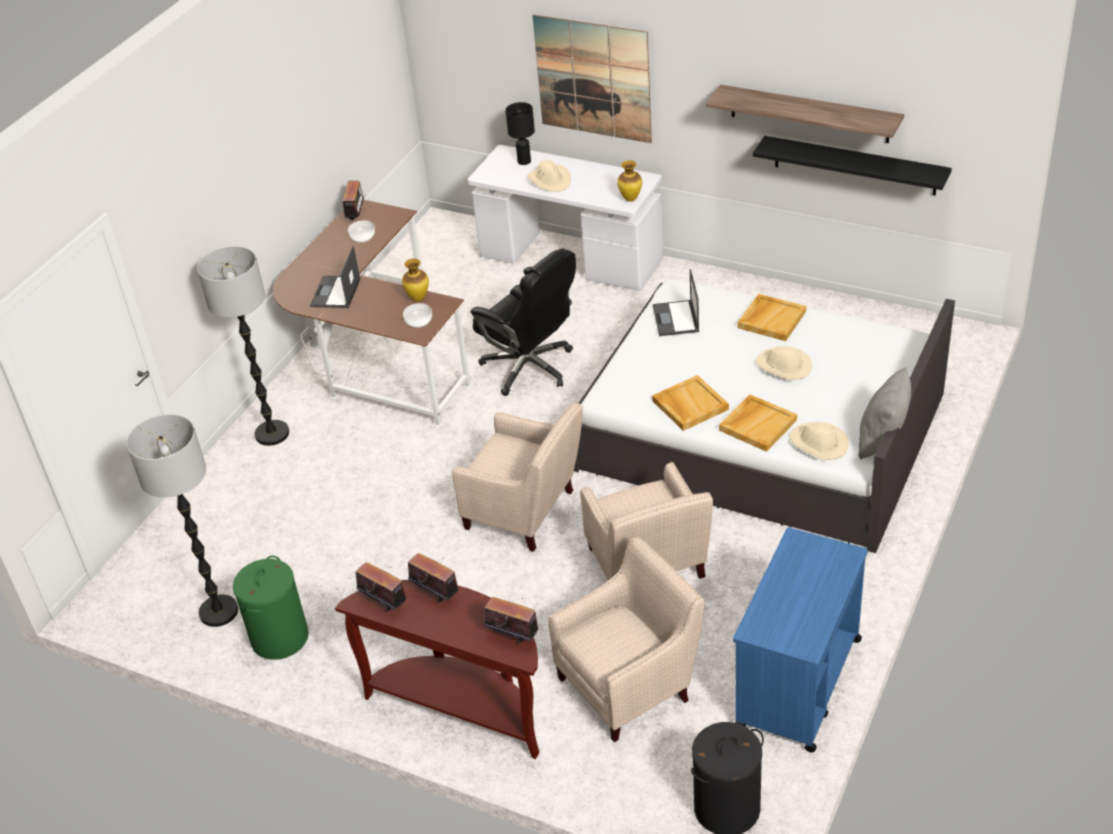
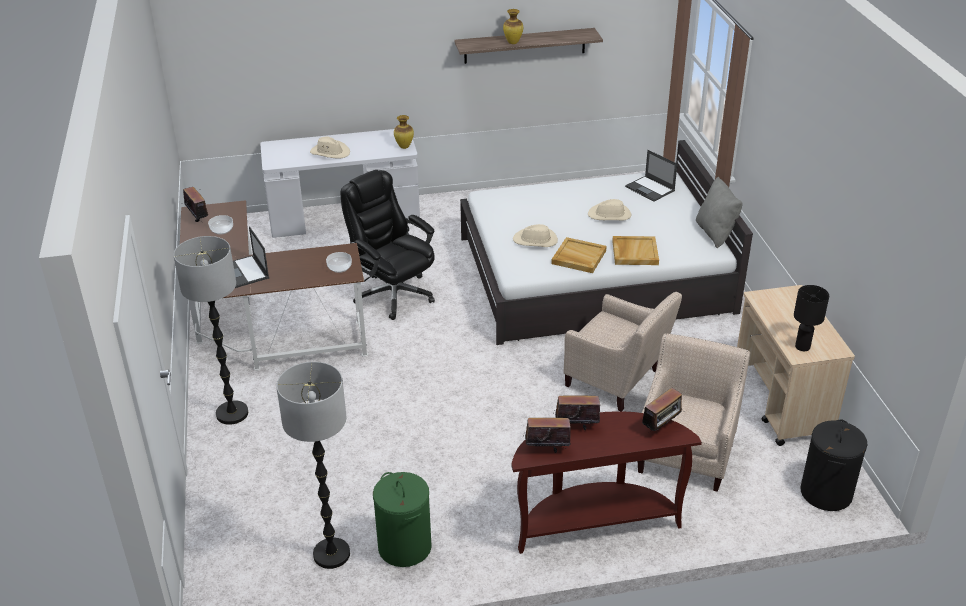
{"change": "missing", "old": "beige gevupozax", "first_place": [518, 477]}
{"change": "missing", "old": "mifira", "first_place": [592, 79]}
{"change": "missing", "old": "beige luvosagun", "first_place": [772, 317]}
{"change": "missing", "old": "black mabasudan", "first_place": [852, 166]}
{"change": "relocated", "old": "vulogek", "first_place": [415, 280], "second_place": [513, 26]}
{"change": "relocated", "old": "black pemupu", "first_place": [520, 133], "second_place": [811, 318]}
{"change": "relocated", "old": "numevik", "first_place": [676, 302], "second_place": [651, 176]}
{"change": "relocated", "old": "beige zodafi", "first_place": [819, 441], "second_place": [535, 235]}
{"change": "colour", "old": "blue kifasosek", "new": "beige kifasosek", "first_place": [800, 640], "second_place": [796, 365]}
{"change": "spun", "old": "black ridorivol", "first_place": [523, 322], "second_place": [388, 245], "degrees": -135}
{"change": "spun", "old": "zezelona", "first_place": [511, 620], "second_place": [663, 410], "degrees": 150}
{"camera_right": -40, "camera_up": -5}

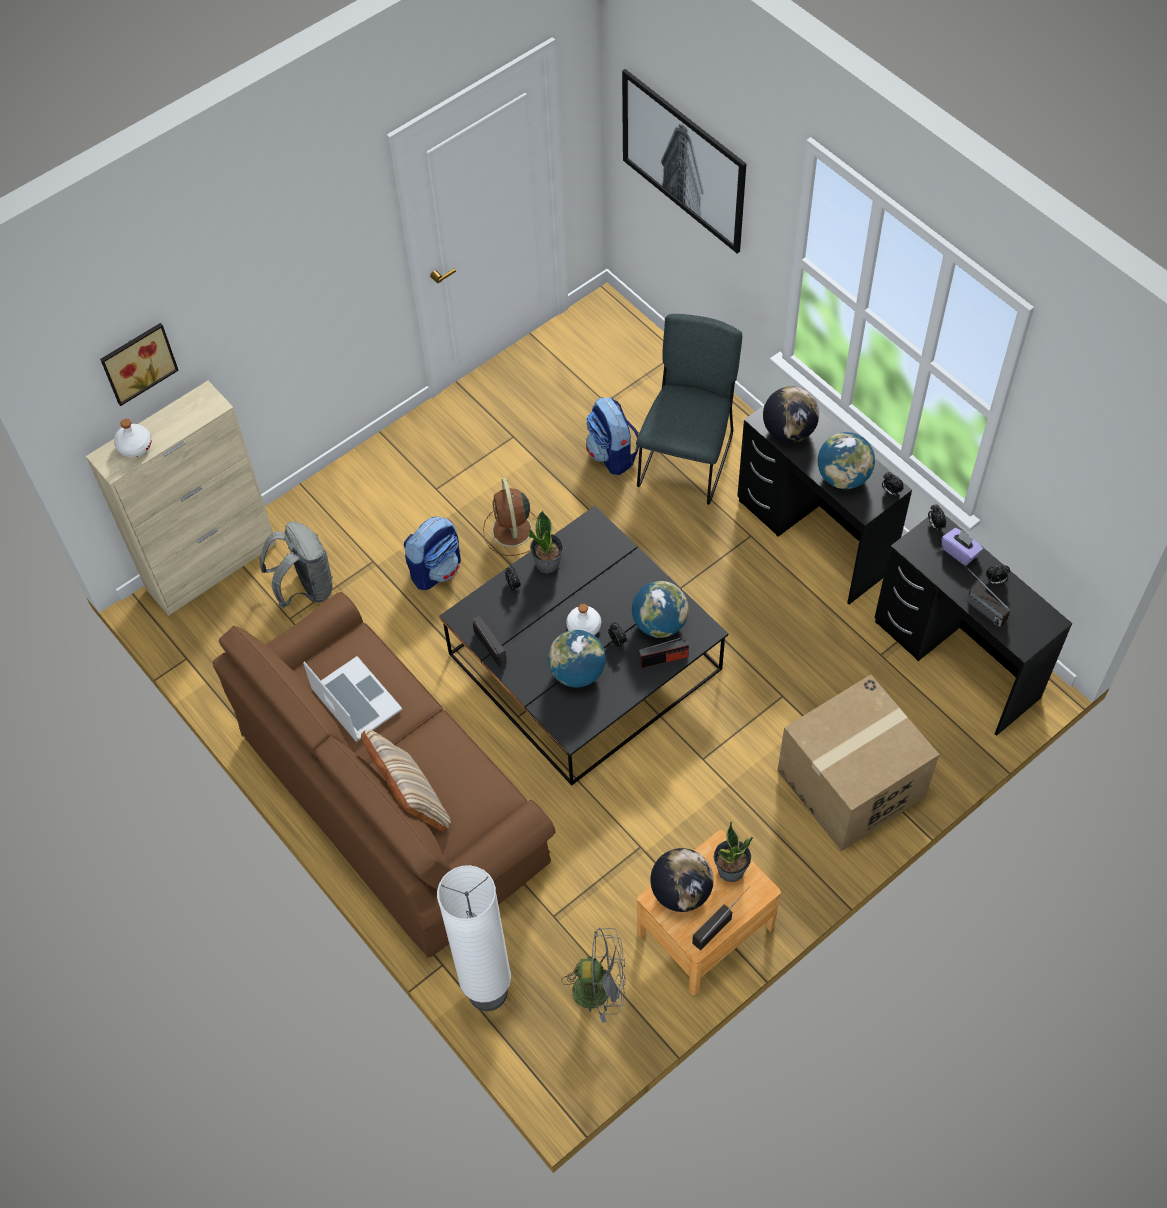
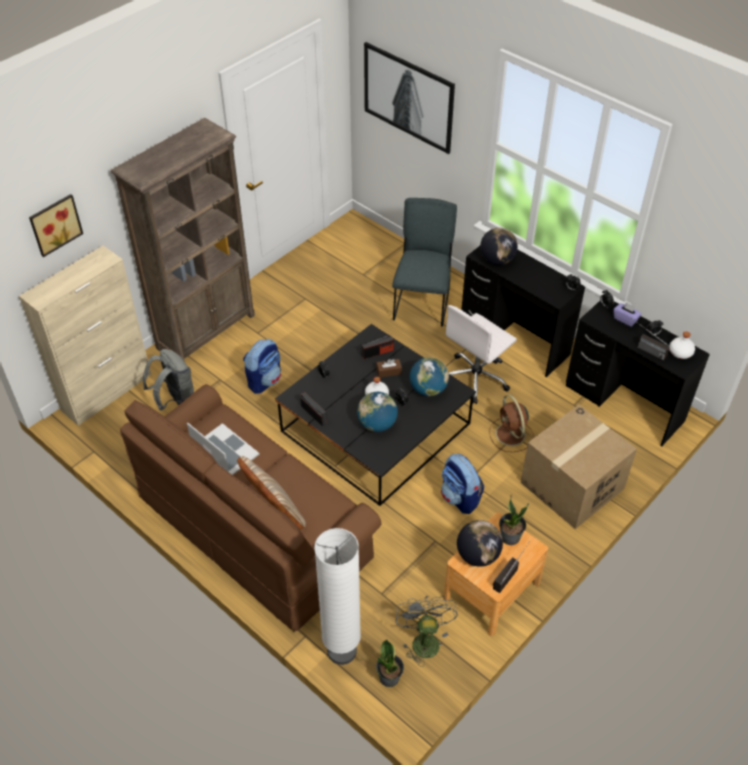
{"change": "missing", "old": "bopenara", "first_place": [846, 460]}
{"change": "appeared", "new": "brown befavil", "second_place": [183, 240]}
{"change": "appeared", "new": "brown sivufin", "second_place": [389, 368]}
{"change": "appeared", "new": "white ridorivol", "second_place": [481, 354]}
{"change": "relocated", "old": "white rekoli", "first_place": [133, 438], "second_place": [682, 345]}
{"change": "relocated", "old": "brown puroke", "first_place": [510, 517], "second_place": [511, 423]}
{"change": "relocated", "old": "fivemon", "first_place": [546, 542], "second_place": [390, 663]}
{"change": "relocated", "old": "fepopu", "first_place": [612, 436], "second_place": [462, 484]}
{"change": "relocated", "old": "zezelona", "first_place": [663, 652], "second_place": [377, 347]}
{"change": "spun", "old": "grey puroke", "first_place": [593, 975], "second_place": [427, 631], "degrees": -90}
{"camera_right": -10, "camera_up": -10}

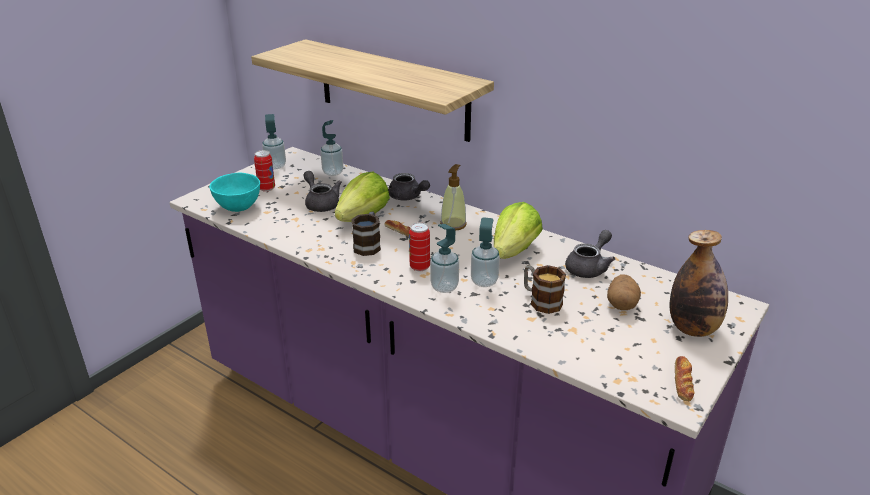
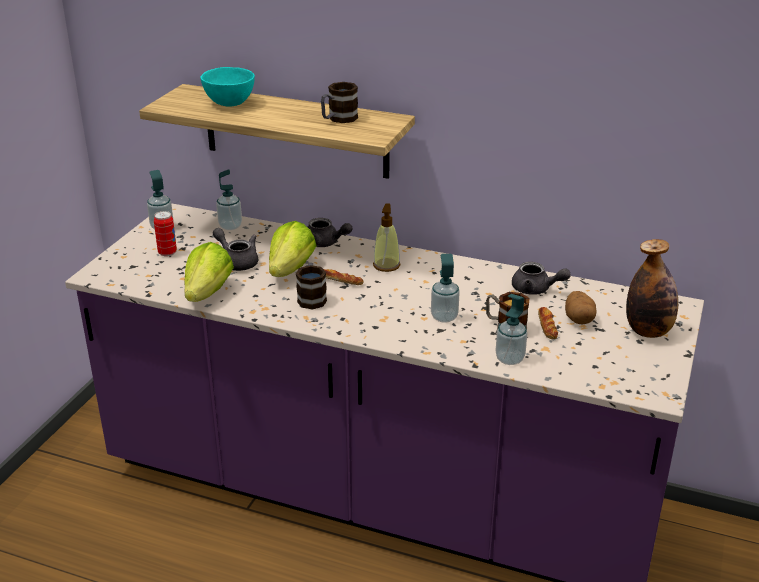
{"change": "missing", "old": "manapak", "first_place": [419, 246]}
{"change": "appeared", "new": "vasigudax", "second_place": [339, 102]}
{"change": "relocated", "old": "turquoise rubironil", "first_place": [234, 192], "second_place": [227, 87]}
{"change": "relocated", "old": "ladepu", "first_place": [444, 258], "second_place": [511, 329]}
{"change": "relocated", "old": "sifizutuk", "first_place": [518, 230], "second_place": [209, 272]}
{"change": "relocated", "old": "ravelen", "first_place": [685, 378], "second_place": [548, 323]}
{"change": "spun", "old": "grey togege", "first_place": [590, 254], "second_place": [541, 278], "degrees": 90}
{"camera_right": -15, "camera_up": 0}

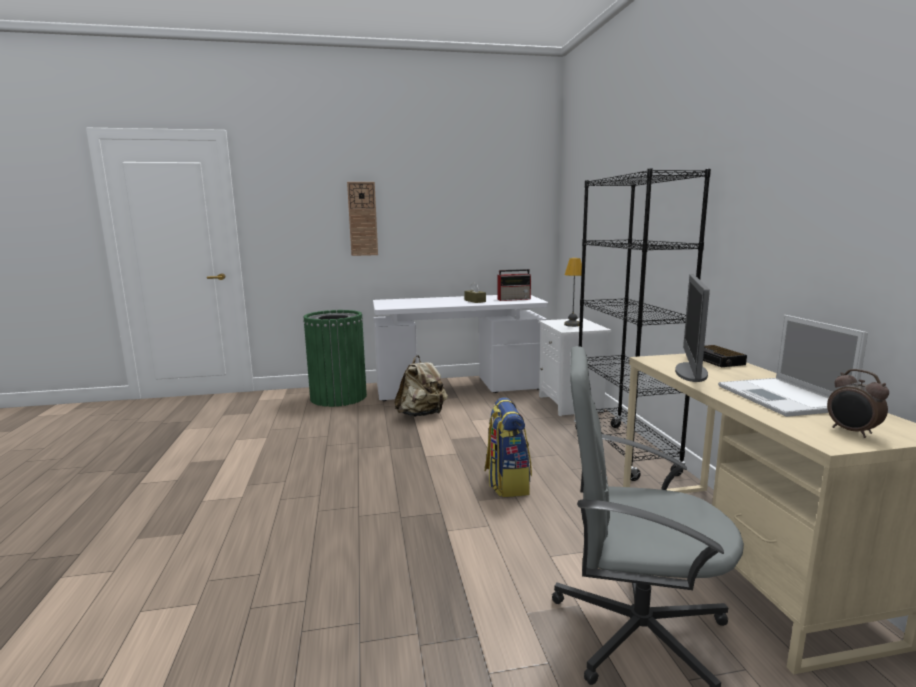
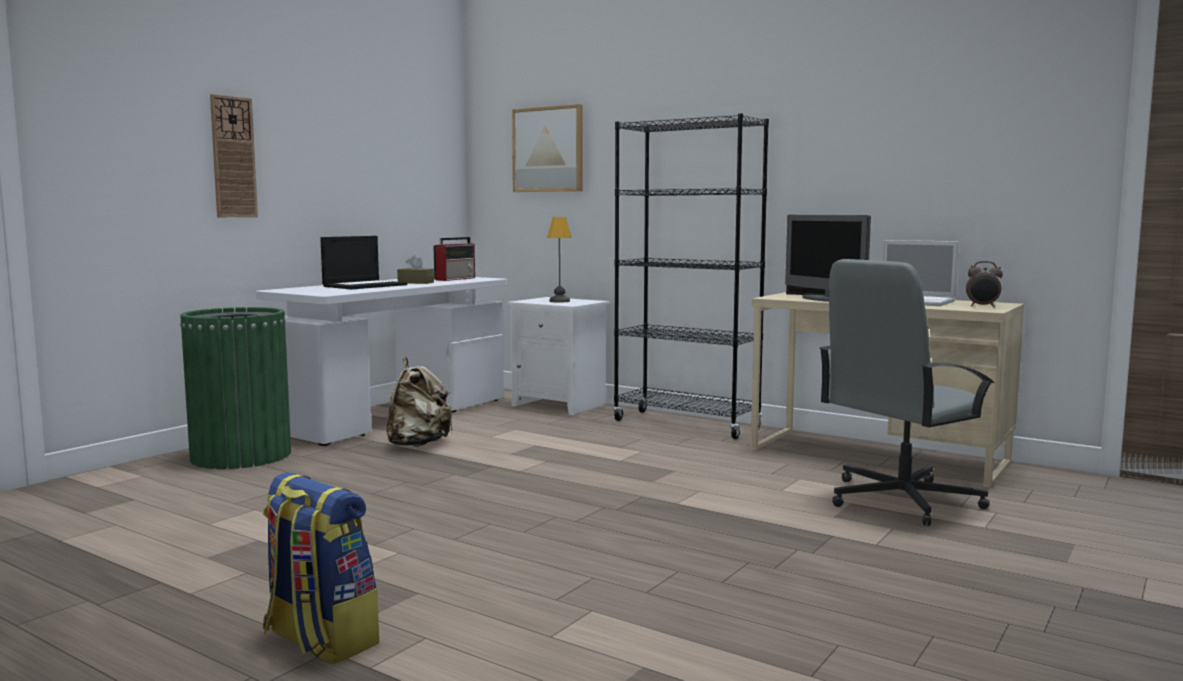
{"change": "appeared", "new": "numevik", "second_place": [363, 262]}
{"change": "appeared", "new": "mifira", "second_place": [547, 148]}
{"change": "relocated", "old": "fepopu", "first_place": [508, 447], "second_place": [321, 568]}
{"camera_right": -45, "camera_up": -5}

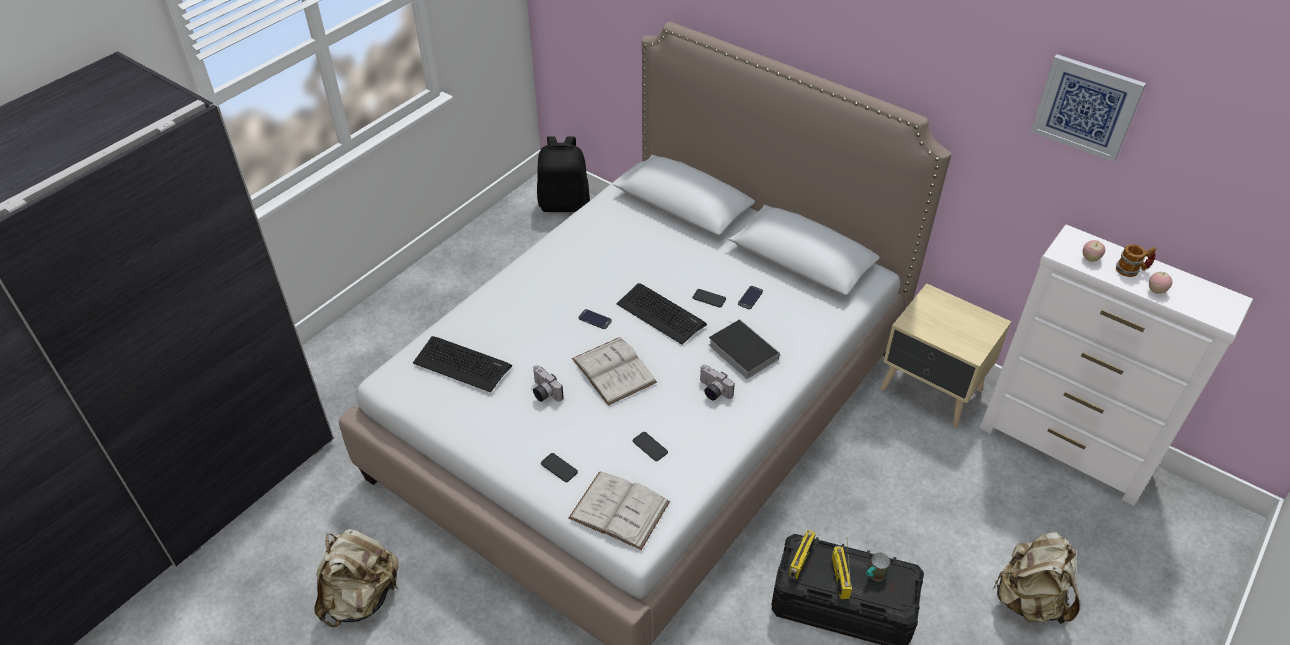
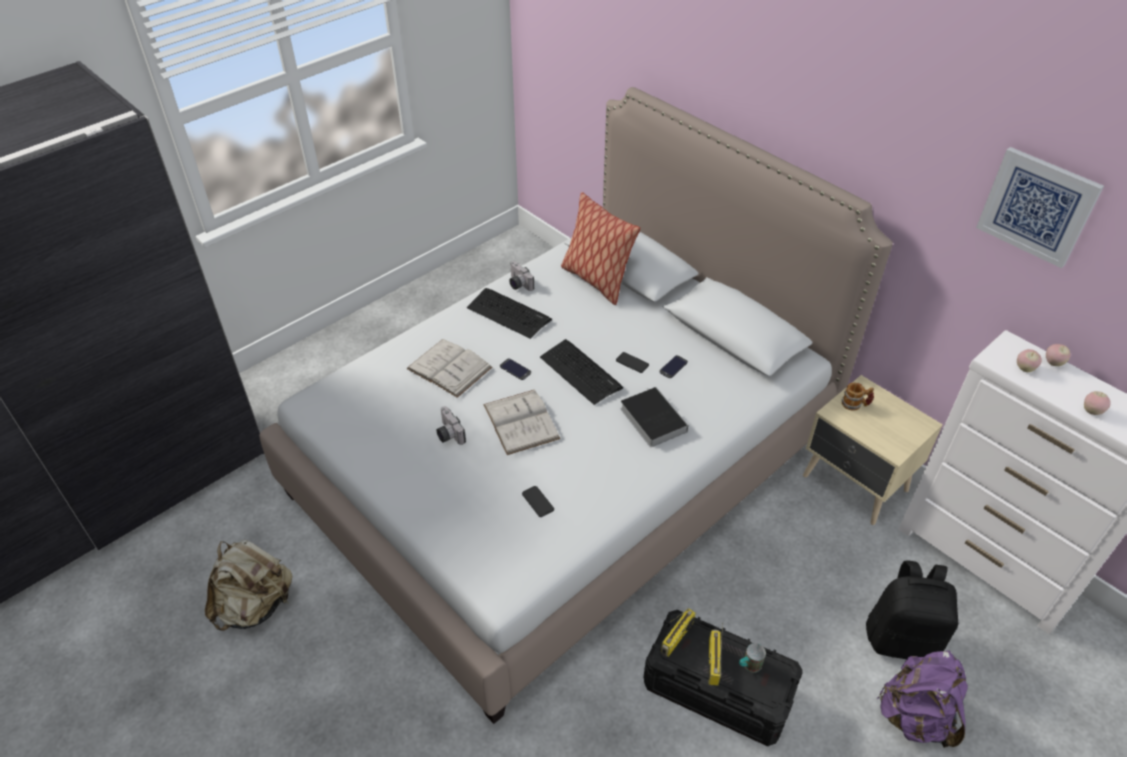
{"change": "missing", "old": "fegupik", "first_place": [559, 467]}
{"change": "appeared", "new": "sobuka", "second_place": [600, 248]}
{"change": "appeared", "new": "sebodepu", "second_place": [1058, 355]}
{"change": "relocated", "old": "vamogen", "first_place": [462, 364], "second_place": [509, 313]}
{"change": "relocated", "old": "black fepopu", "first_place": [563, 174], "second_place": [912, 609]}
{"change": "relocated", "old": "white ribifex", "first_place": [619, 511], "second_place": [449, 368]}
{"change": "relocated", "old": "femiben", "first_place": [717, 382], "second_place": [521, 276]}
{"change": "relocated", "old": "vasigudax", "first_place": [1136, 260], "second_place": [857, 397]}
{"change": "colour", "old": "beige fepopu", "new": "purple fepopu", "first_place": [1036, 577], "second_place": [922, 699]}
{"camera_right": 10, "camera_up": 0}

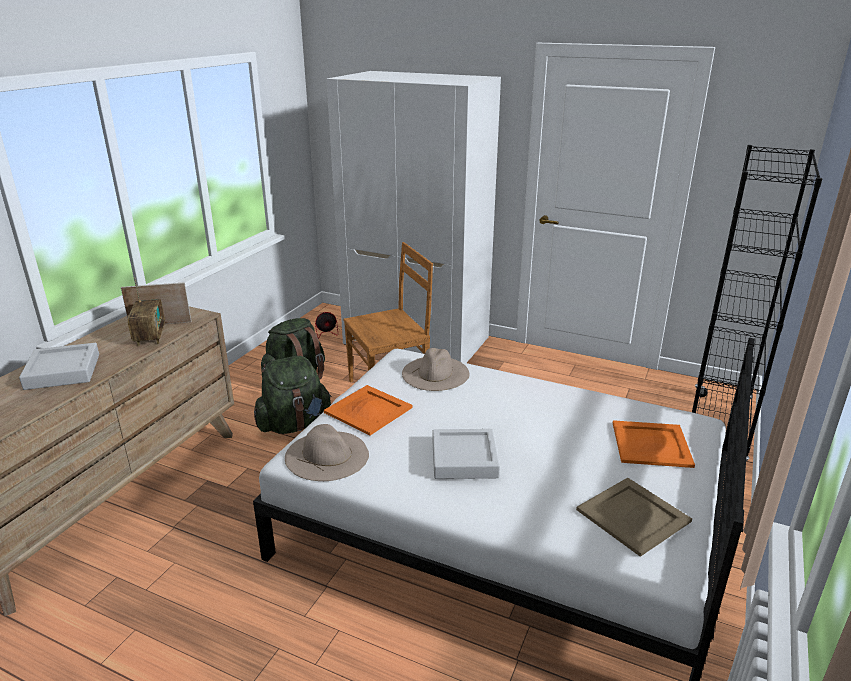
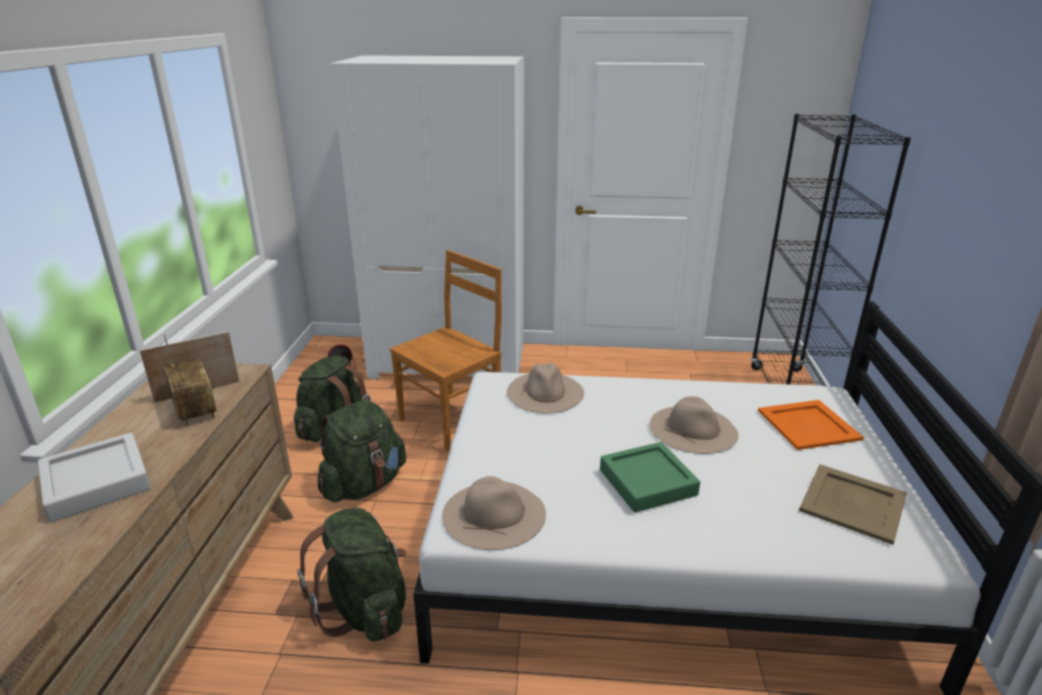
{"change": "missing", "old": "orange luvosagun", "first_place": [368, 410]}
{"change": "appeared", "new": "green fepopu", "second_place": [351, 575]}
{"change": "appeared", "new": "beige zodafi", "second_place": [694, 425]}
{"change": "colour", "old": "grey luvosagun", "new": "green luvosagun", "first_place": [466, 454], "second_place": [650, 477]}
{"camera_right": -20, "camera_up": 0}

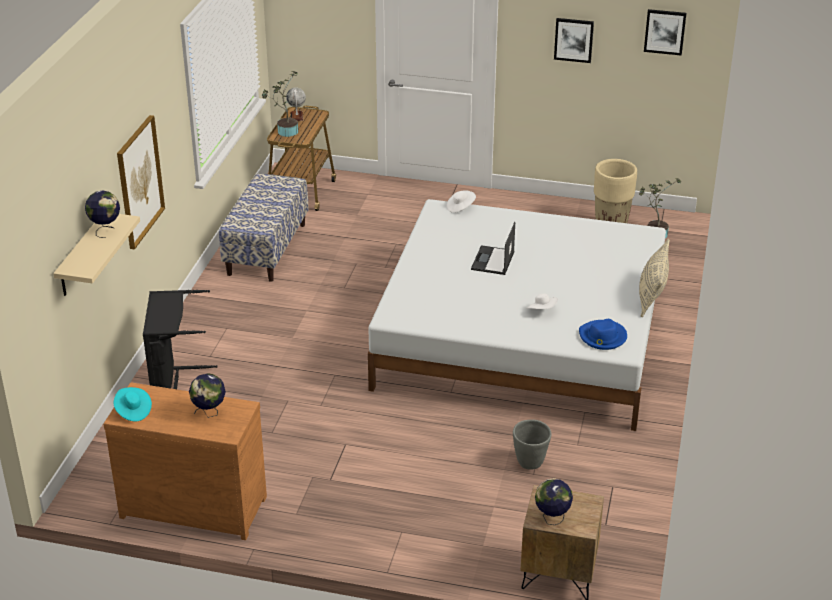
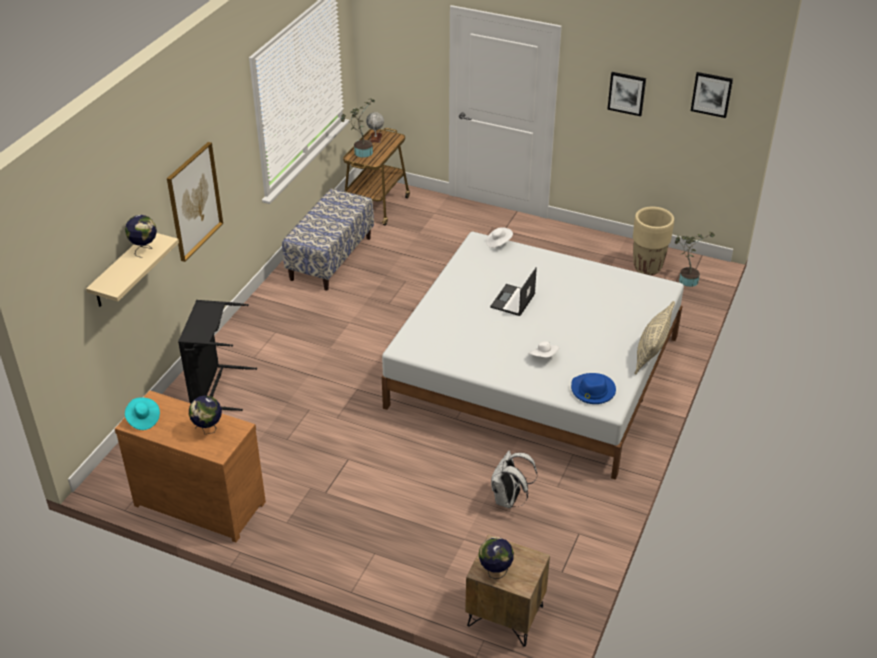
{"change": "exchanged", "old": "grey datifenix", "new": "white fepopu", "first_place": [532, 445], "second_place": [514, 479]}
{"camera_right": 10, "camera_up": 5}

